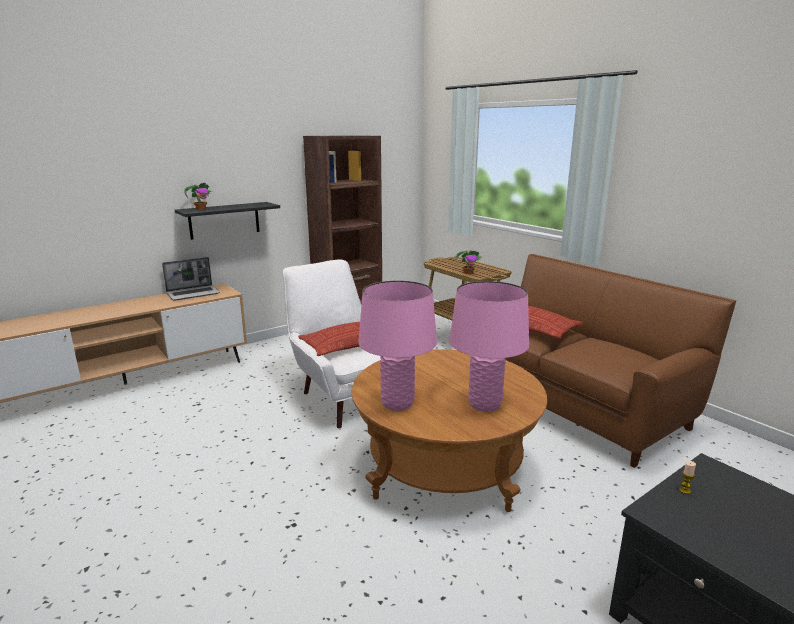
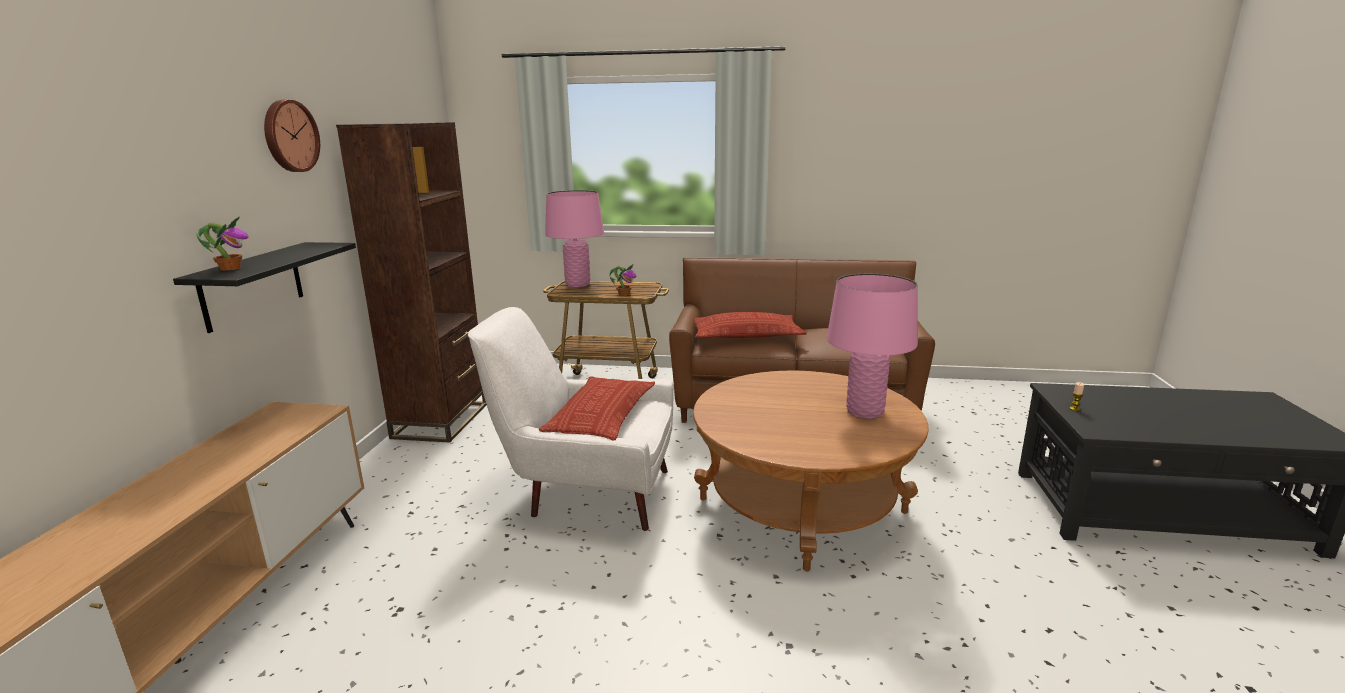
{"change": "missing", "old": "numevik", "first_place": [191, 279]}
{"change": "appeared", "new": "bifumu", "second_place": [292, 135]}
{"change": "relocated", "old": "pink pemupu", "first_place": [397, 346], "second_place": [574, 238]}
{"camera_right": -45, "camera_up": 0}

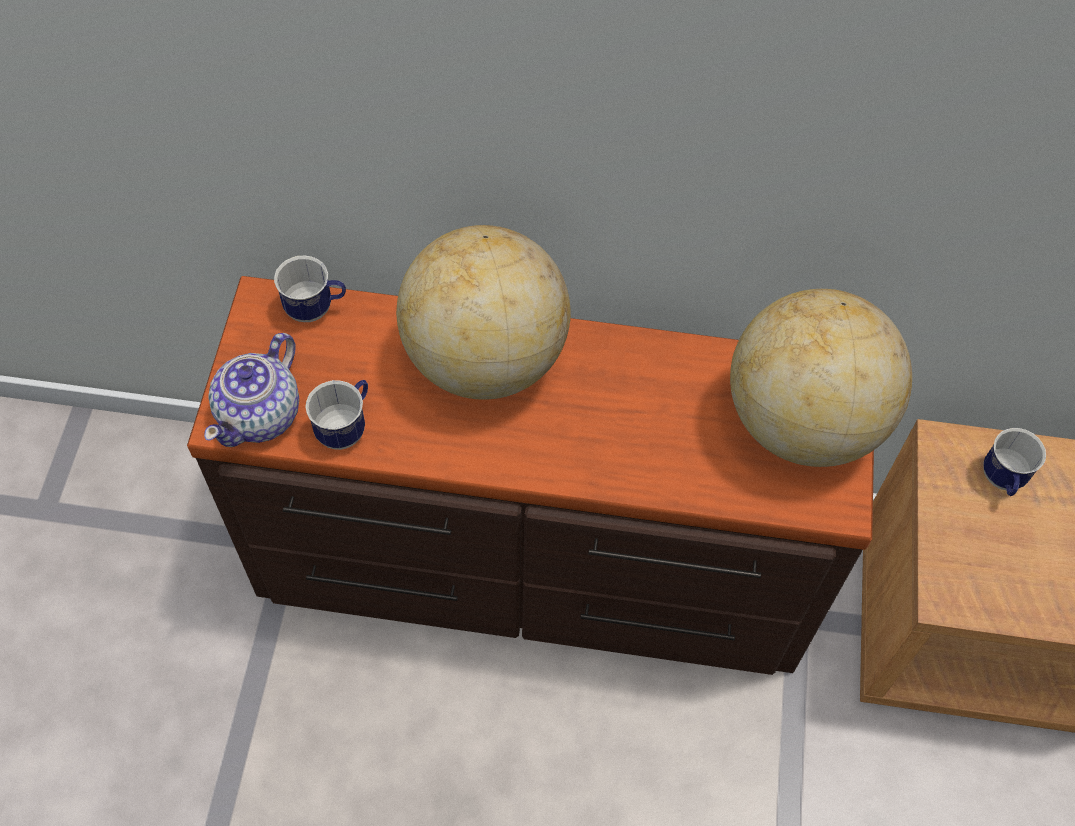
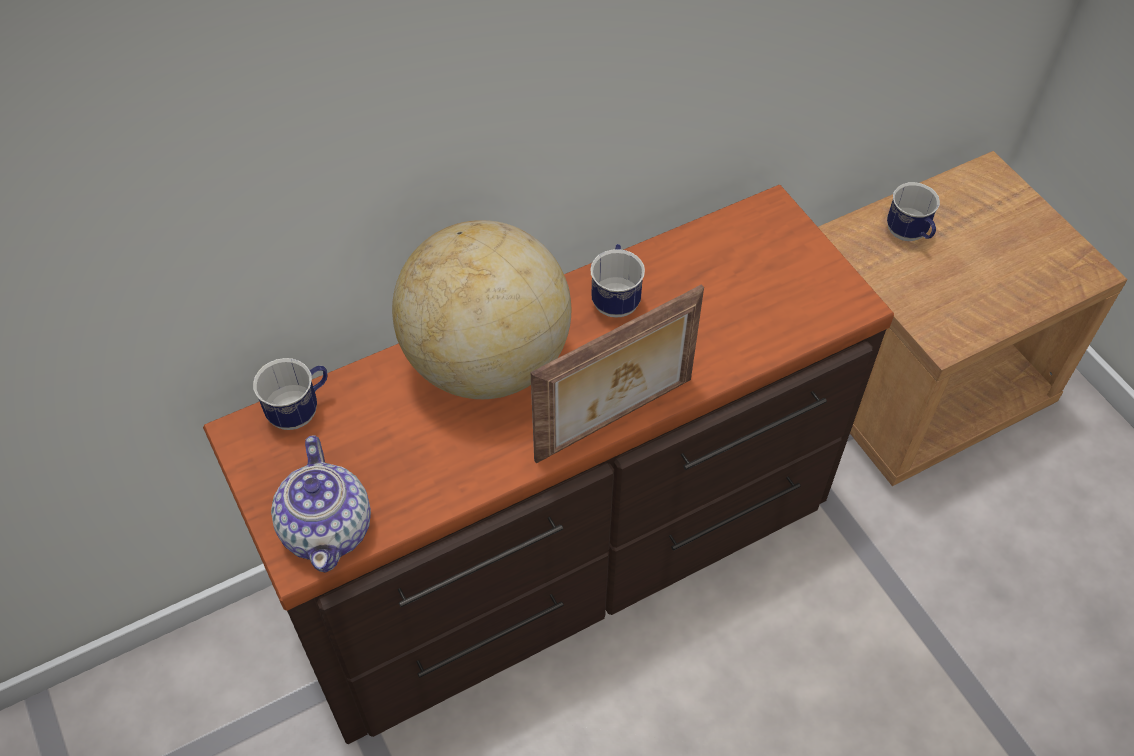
{"change": "missing", "old": "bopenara", "first_place": [821, 378]}
{"change": "appeared", "new": "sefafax", "second_place": [617, 374]}
{"change": "relocated", "old": "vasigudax", "first_place": [336, 415], "second_place": [617, 280]}
{"camera_right": -35, "camera_up": -5}

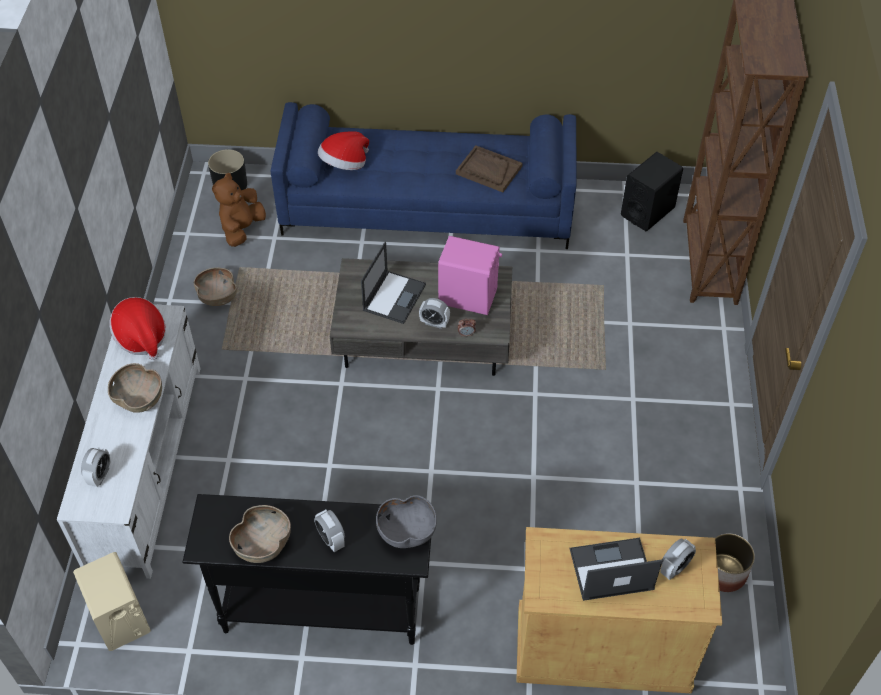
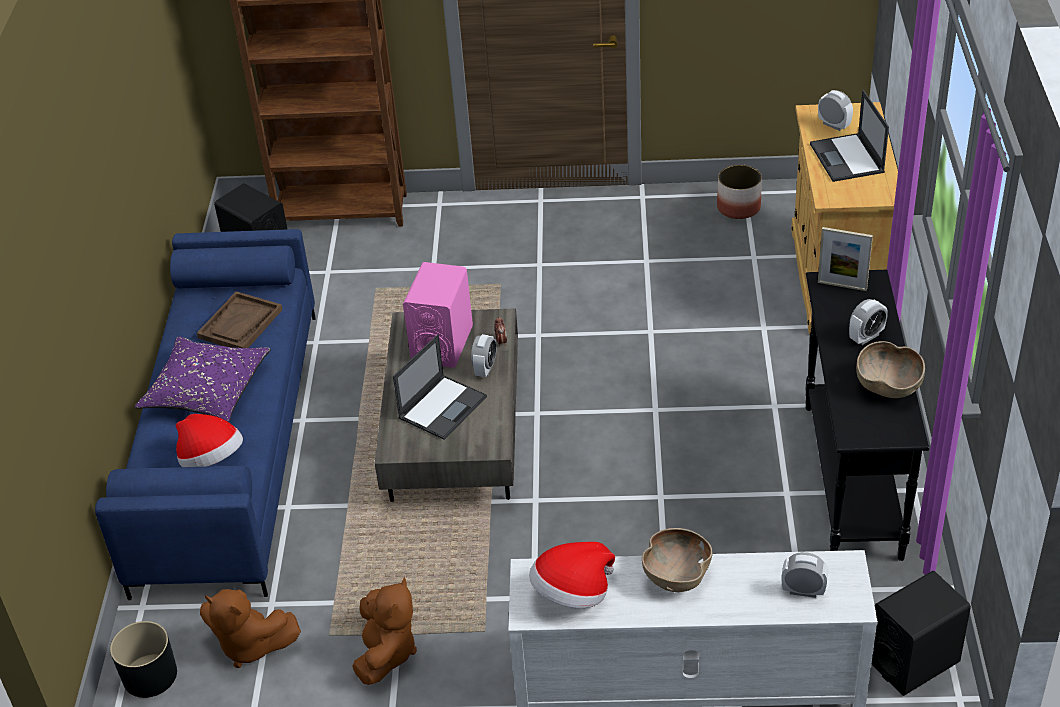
{"change": "appeared", "new": "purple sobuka", "second_place": [203, 379]}
{"change": "exchanged", "old": "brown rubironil", "new": "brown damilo", "first_place": [215, 286], "second_place": [384, 631]}
{"change": "exchanged", "old": "grey rubironil", "new": "sefafax", "first_place": [406, 521], "second_place": [845, 259]}
{"change": "colour", "old": "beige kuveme", "new": "black kuveme", "first_place": [112, 601], "second_place": [921, 633]}
{"change": "spun", "old": "numevik", "first_place": [393, 283], "second_place": [440, 387], "degrees": 105}
{"camera_right": -90, "camera_up": -10}

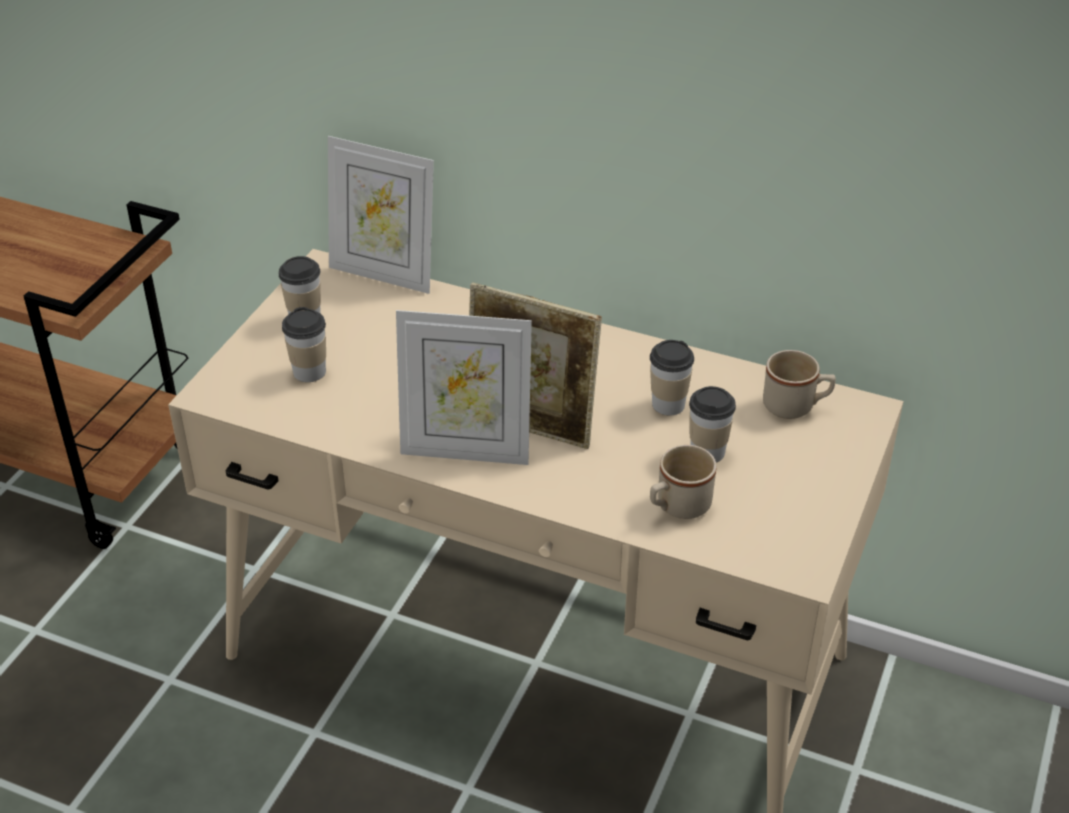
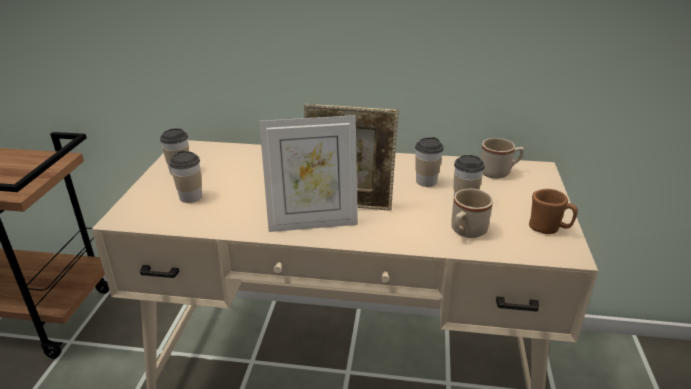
{"change": "missing", "old": "sefafax", "first_place": [381, 215]}
{"change": "appeared", "new": "brown vasigudax", "second_place": [553, 211]}
{"camera_right": -15, "camera_up": -10}

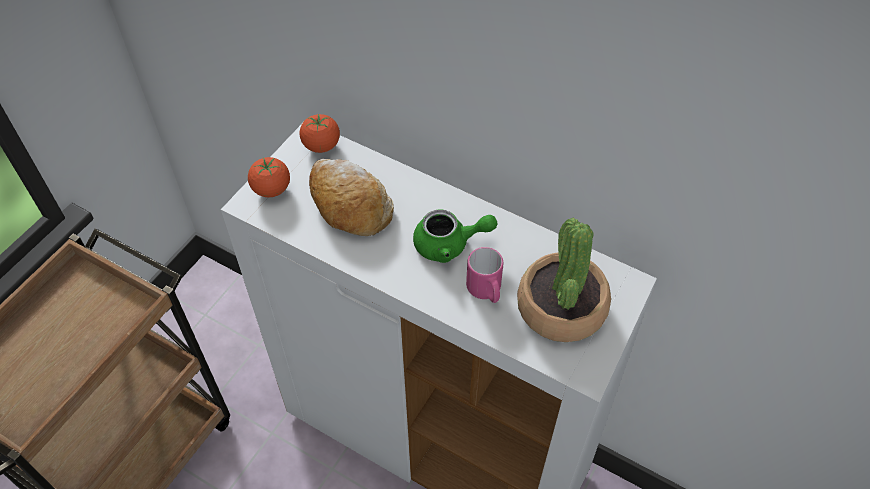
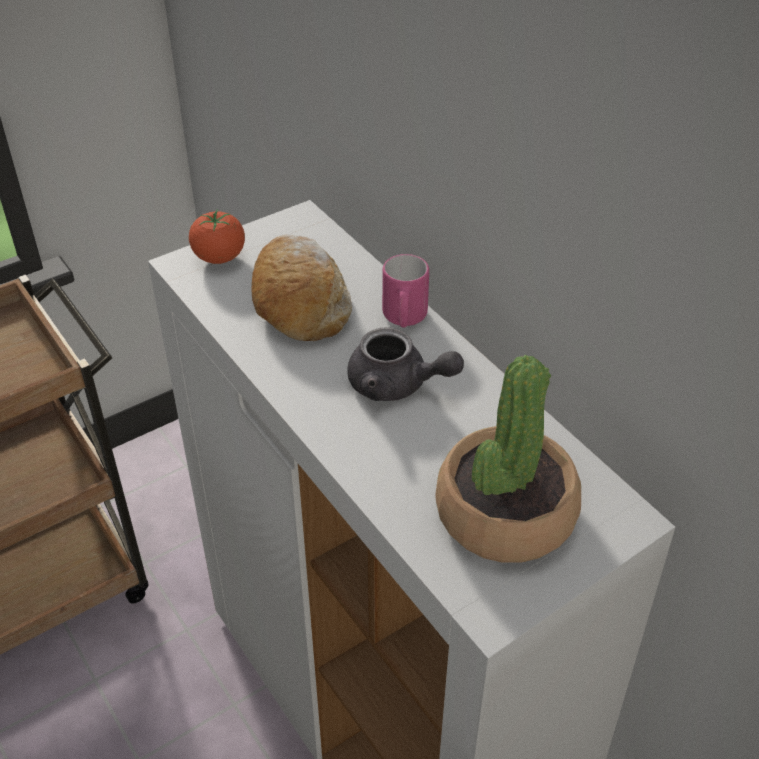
{"change": "missing", "old": "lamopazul", "first_place": [320, 133]}
{"change": "relocated", "old": "pink vasigudax", "first_place": [484, 275], "second_place": [405, 291]}
{"change": "colour", "old": "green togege", "new": "grey togege", "first_place": [455, 236], "second_place": [405, 364]}
{"camera_right": 25, "camera_up": -10}

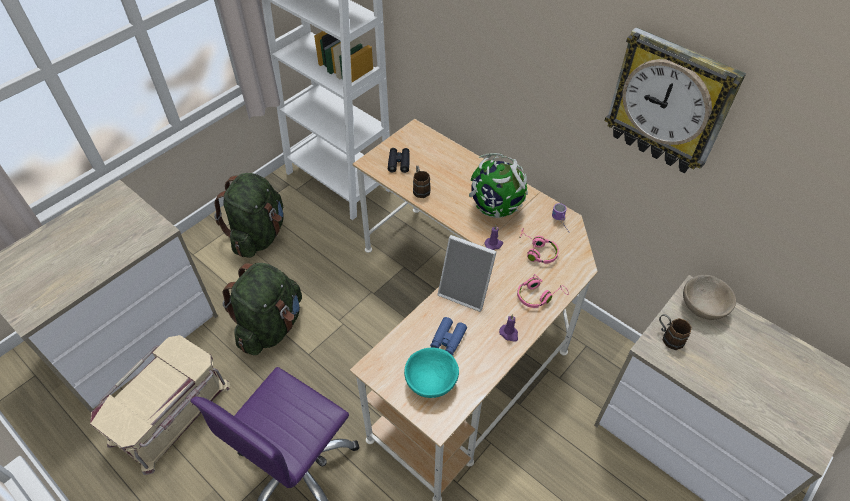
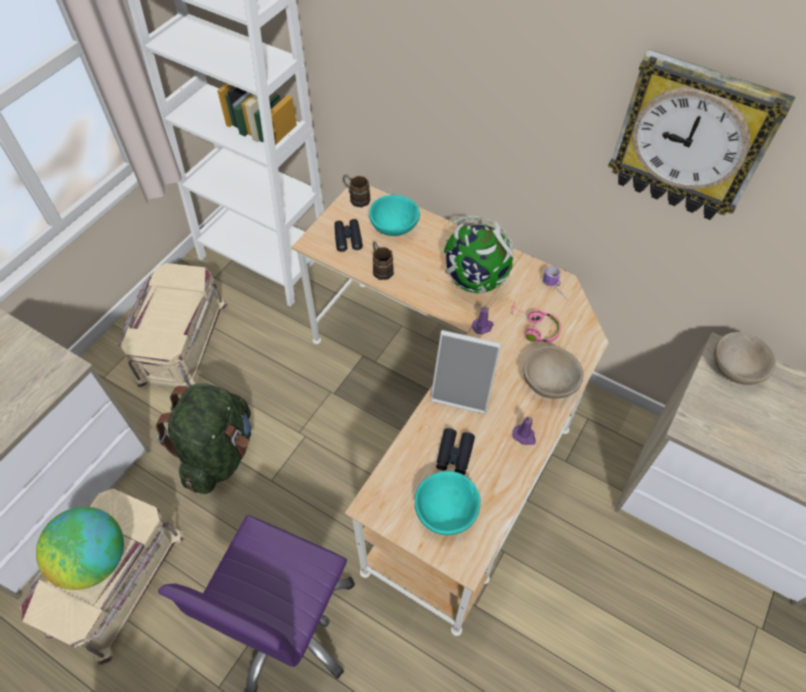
{"change": "appeared", "new": "bopenara", "second_place": [80, 548]}
{"change": "appeared", "new": "turquoise rubironil", "second_place": [394, 215]}
{"change": "relocated", "old": "brown vasigudax", "first_place": [675, 332], "second_place": [356, 190]}
{"change": "exchanged", "old": "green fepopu", "new": "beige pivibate", "first_place": [249, 215], "second_place": [172, 325]}
{"change": "exchanged", "old": "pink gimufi", "new": "beige rubironil", "first_place": [543, 291], "second_place": [553, 372]}
{"change": "colour", "old": "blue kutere", "new": "black kutere", "first_place": [448, 336], "second_place": [455, 451]}
{"camera_right": -10, "camera_up": 5}

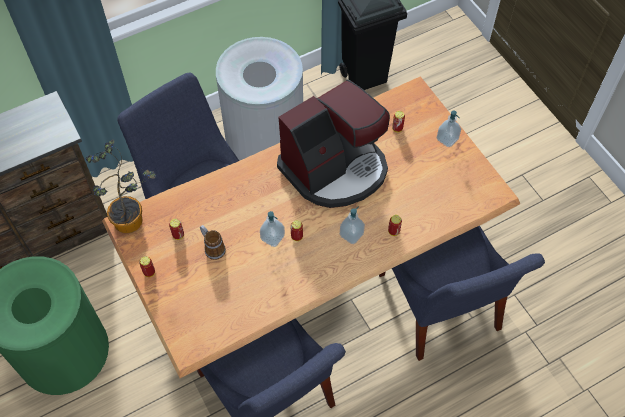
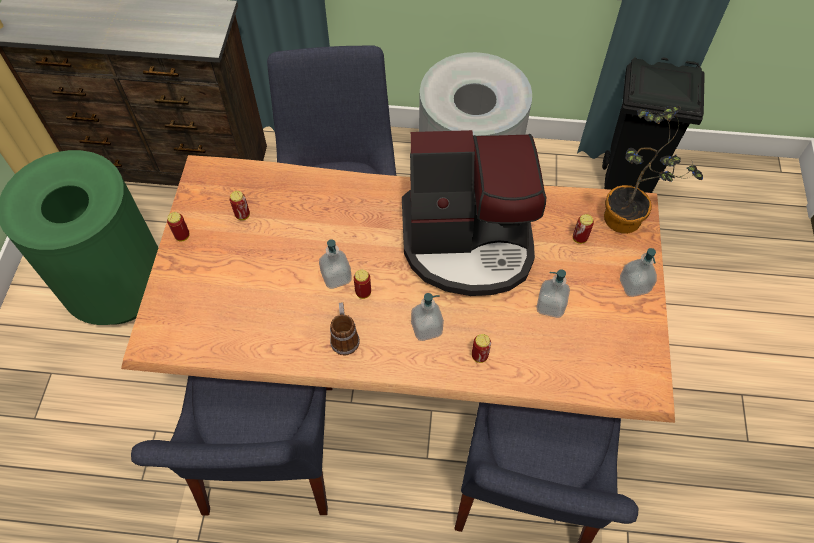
{"change": "appeared", "new": "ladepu", "second_place": [553, 293]}
{"change": "relocated", "old": "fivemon", "first_place": [121, 186], "second_place": [653, 170]}
{"change": "relocated", "old": "vasigudax", "first_place": [213, 242], "second_place": [345, 328]}
{"camera_right": 35, "camera_up": 0}

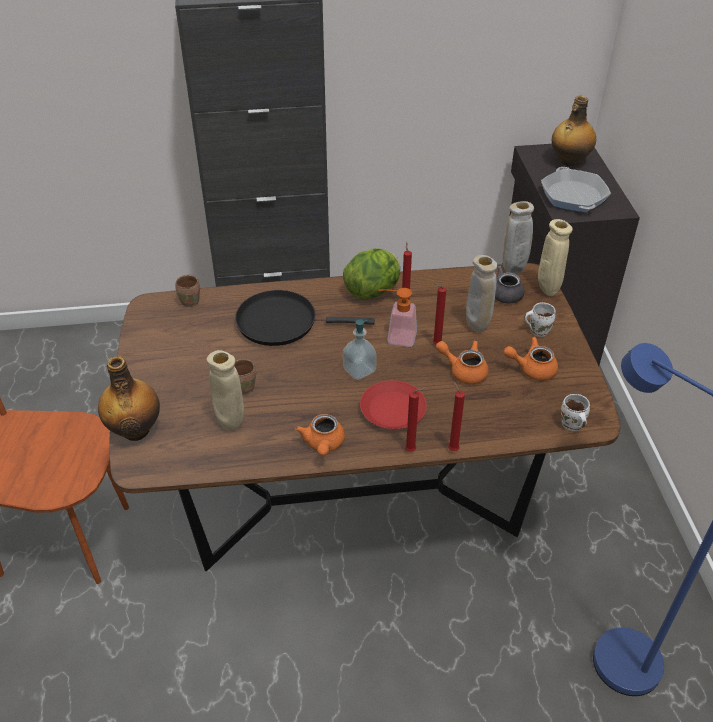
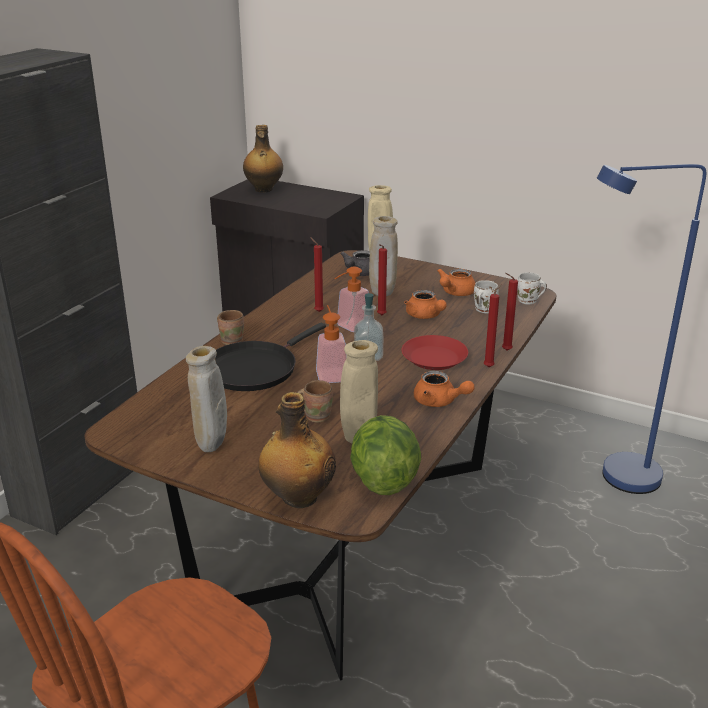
{"change": "missing", "old": "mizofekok", "first_place": [576, 189]}
{"change": "appeared", "new": "ladepu", "second_place": [331, 344]}
{"change": "relocated", "old": "brown vasigudax", "first_place": [187, 291], "second_place": [230, 327]}
{"change": "relocated", "old": "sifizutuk", "first_place": [371, 274], "second_place": [385, 455]}
{"change": "relocated", "old": "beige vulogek", "first_place": [518, 237], "second_place": [206, 399]}
{"change": "relocated", "old": "white vasigudax", "first_place": [540, 319], "second_place": [486, 296]}
{"change": "spun", "old": "orange togege", "first_place": [462, 362], "second_place": [425, 304], "degrees": -90}
{"camera_right": -55, "camera_up": -15}

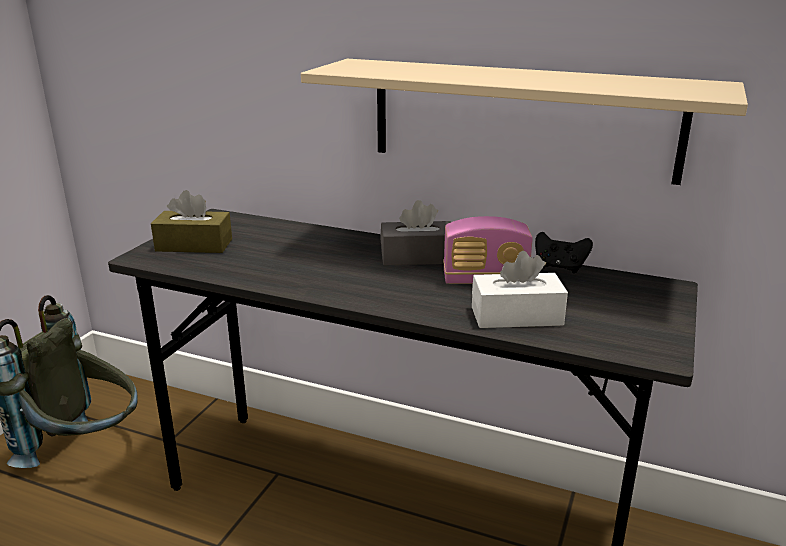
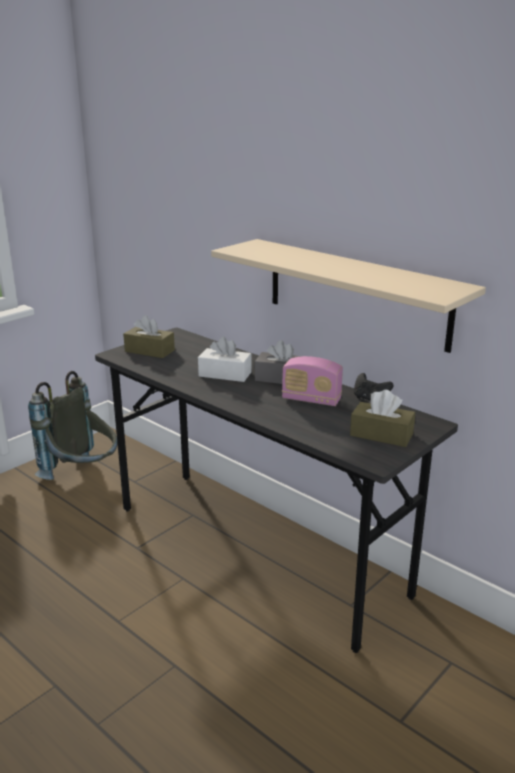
{"change": "appeared", "new": "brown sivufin", "second_place": [382, 418]}
{"change": "relocated", "old": "white sivufin", "first_place": [520, 289], "second_place": [225, 359]}
{"camera_right": 20, "camera_up": 0}

